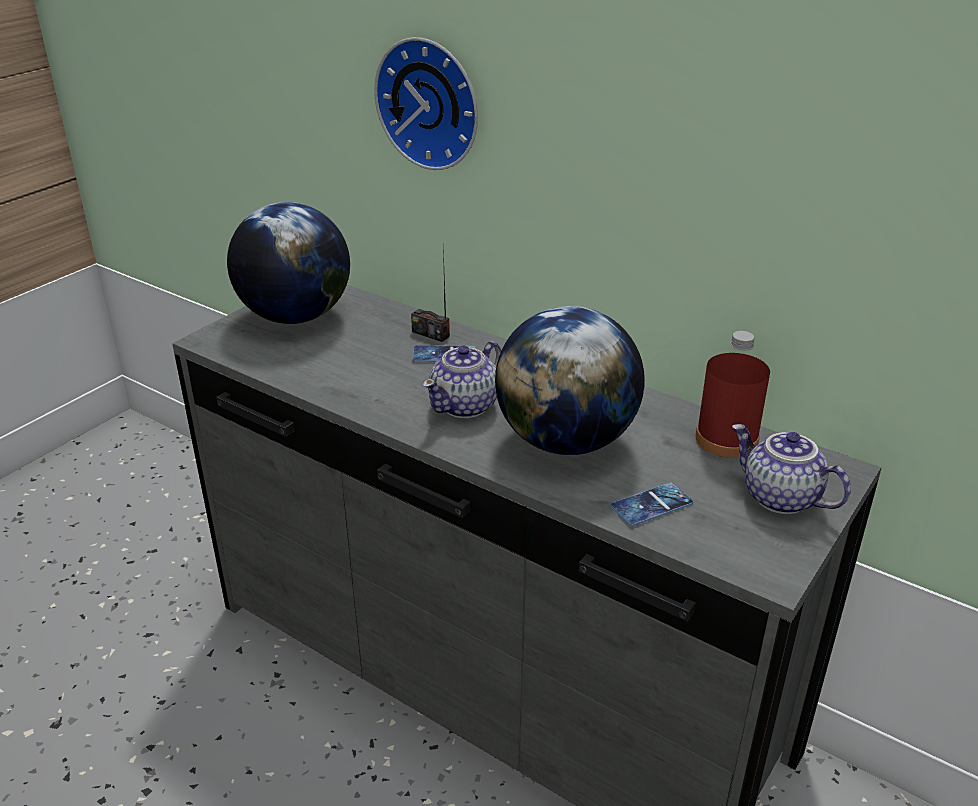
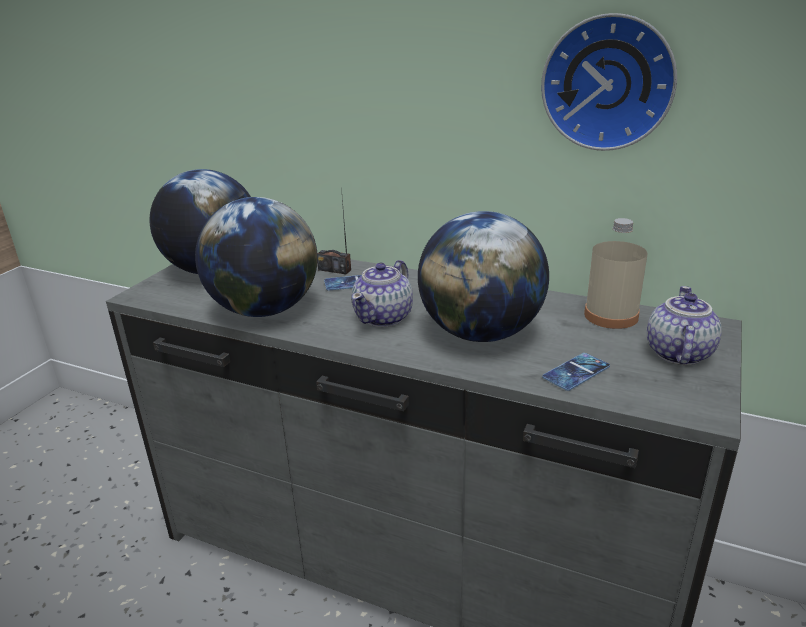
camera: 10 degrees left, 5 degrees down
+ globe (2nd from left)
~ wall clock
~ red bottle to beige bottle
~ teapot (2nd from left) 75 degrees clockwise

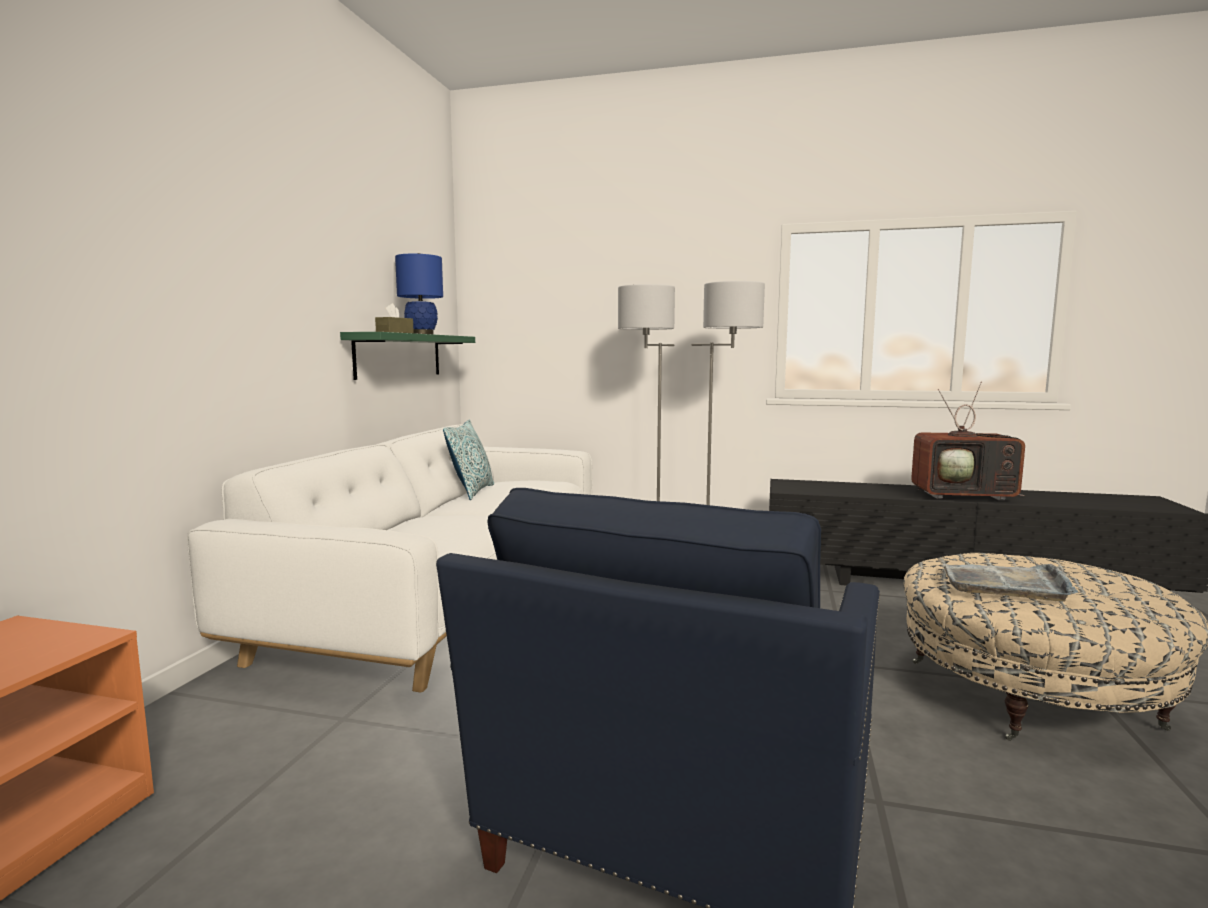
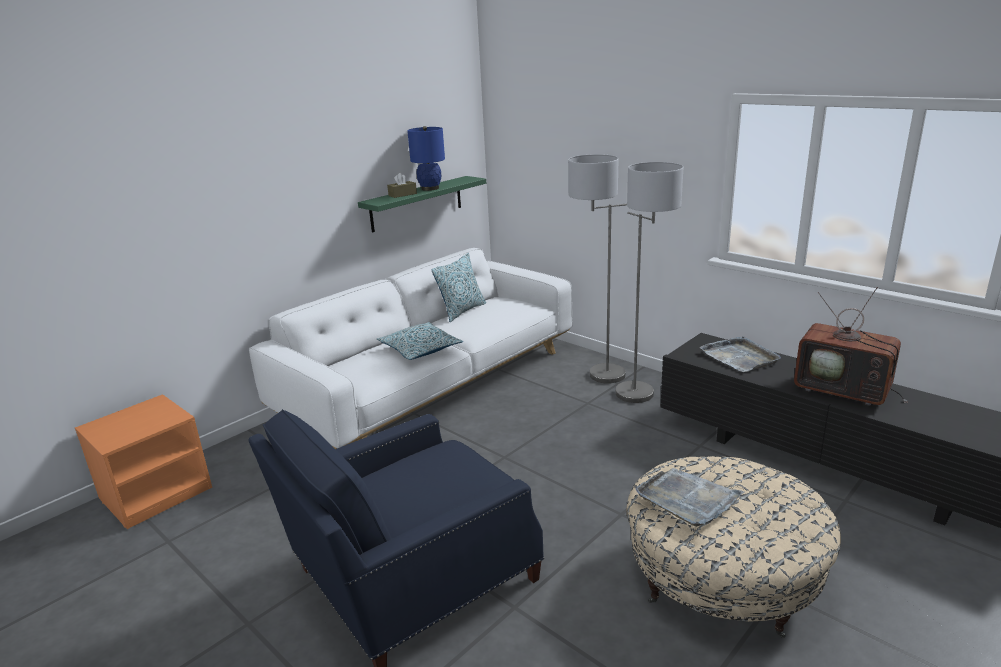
camera: 30 degrees right, 15 degrees up
+ pillow (1st from left)
+ grey tray (2nd from left)

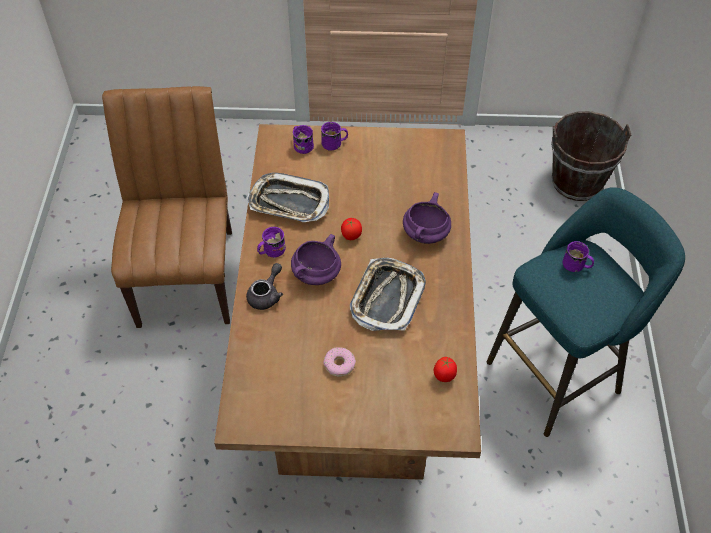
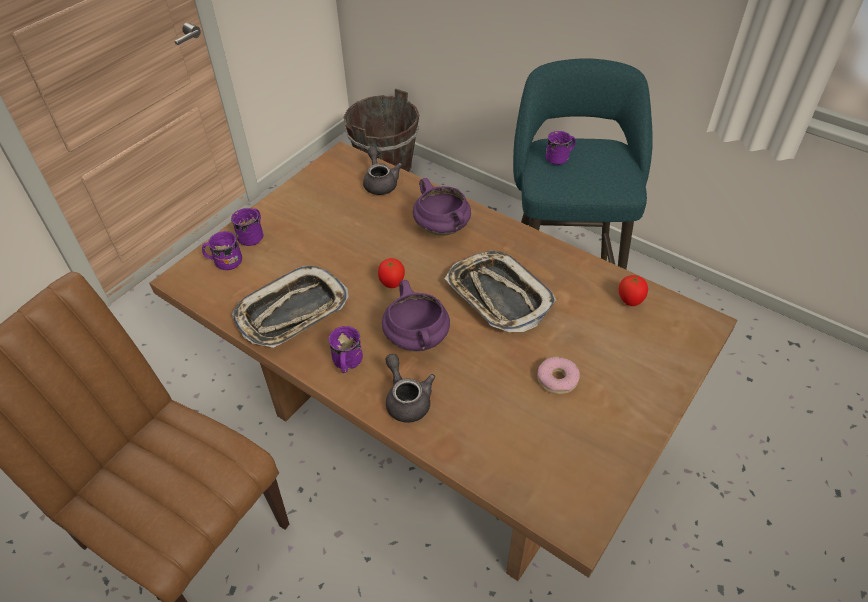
camera: 55 degrees left, 5 degrees down
+ grey teapot (1st from left)

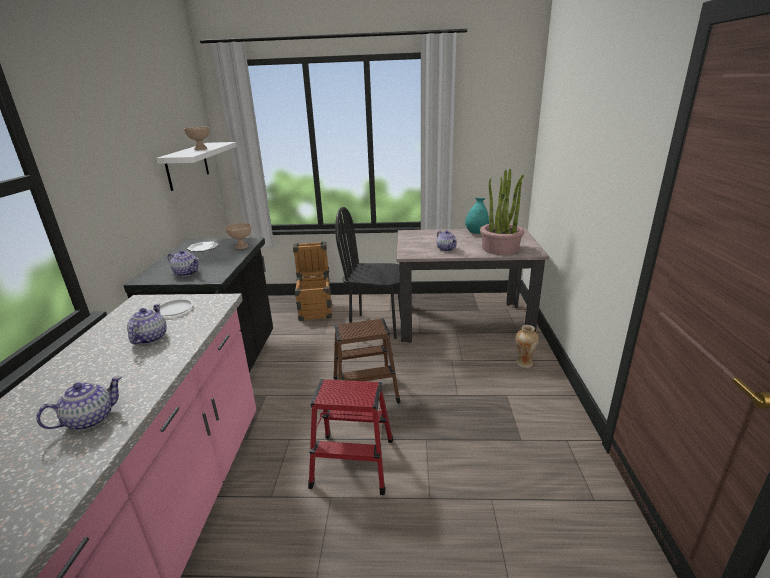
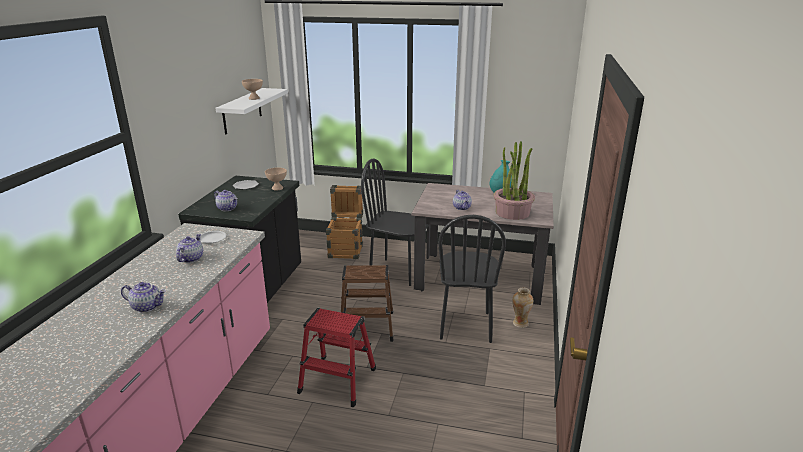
camera: 10 degrees right, 0 degrees up
+ black chair (2nd from left)
~ teapot (1st from left) 45 degrees clockwise

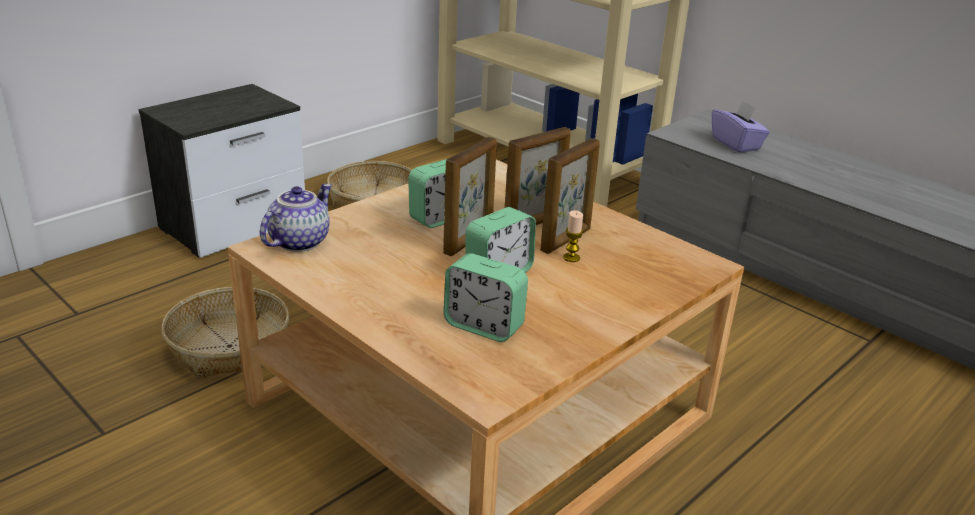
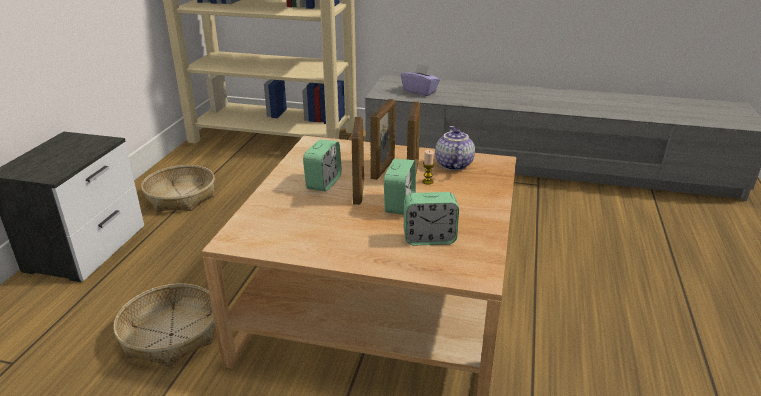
camera: 30 degrees left, 0 degrees up
~ teapot

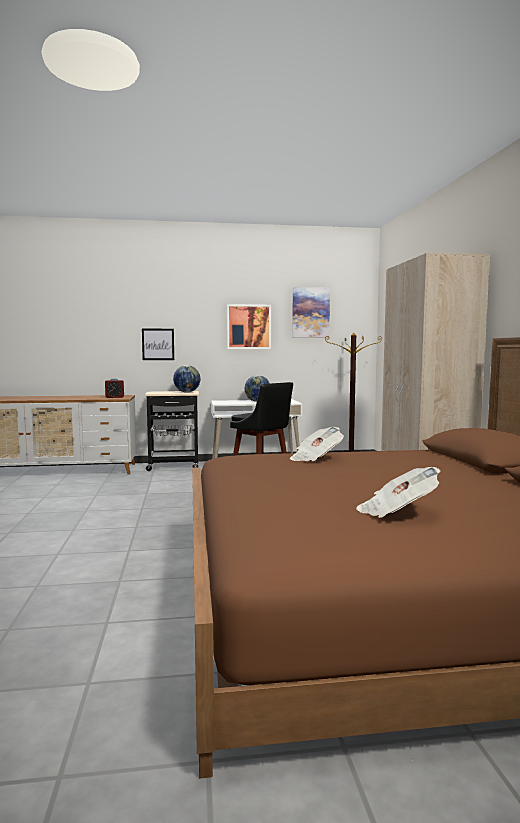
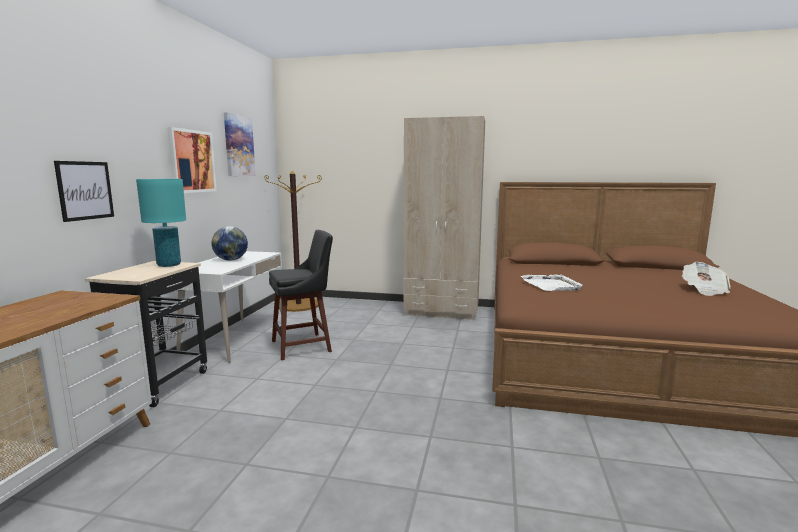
camera: 70 degrees left, 5 degrees up
- alarm clock
~ globe (1st from left) to turquoise table lamp
~ newspaper (1st from left) to white tray

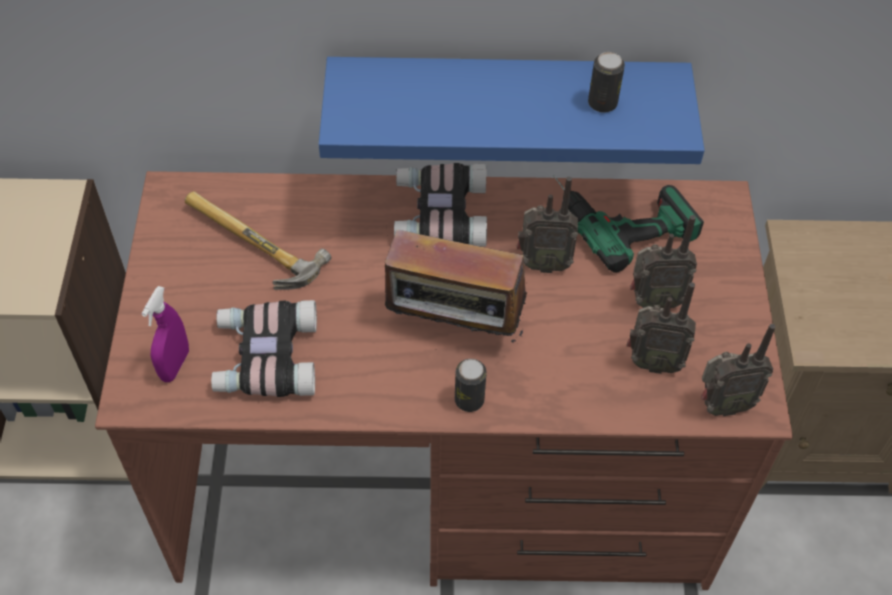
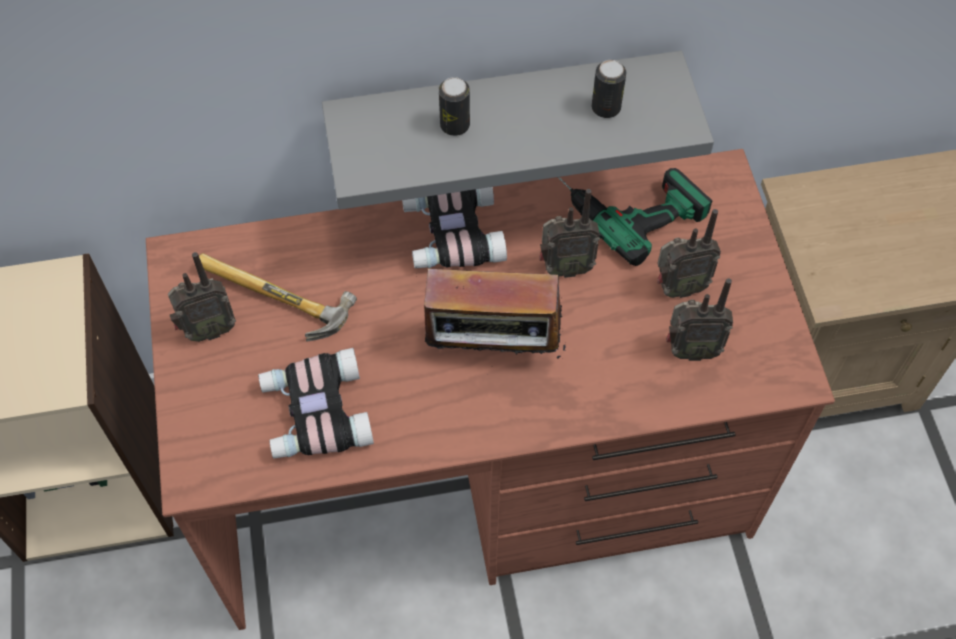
camera: 10 degrees left, 5 degrees up
- purple spray bottle
~ can (1st from left)
~ radio (5th from left in the first image) to radio (1st from left)
~ blue shelf to grey shelf

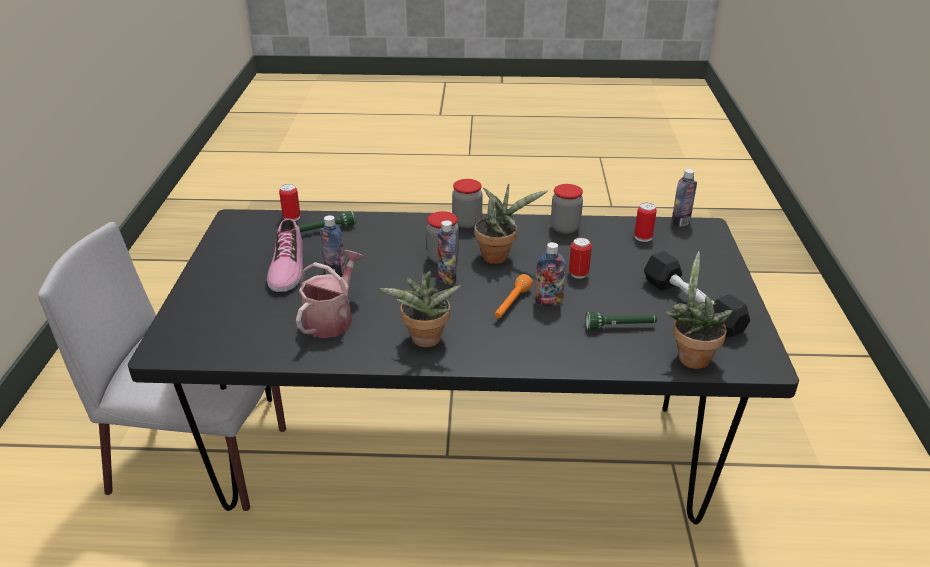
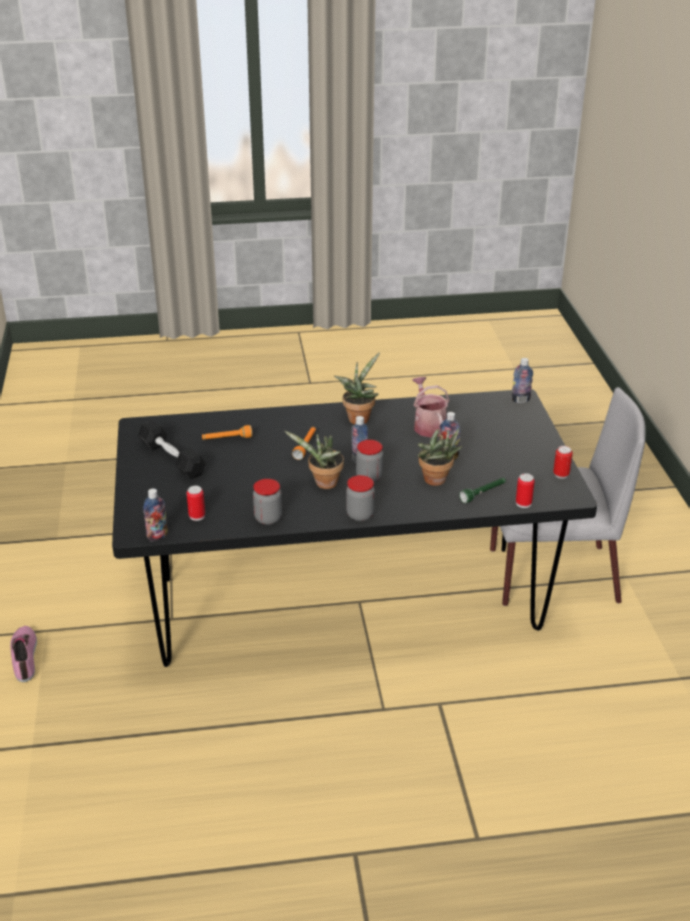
camera: 170 degrees right, 0 degrees up
~ shoe
~ bottle (3rd from left in the first image) to bottle (4th from left)
~ can (2nd from left in the first image) to can (3rd from left)
~ potted plant (3rd from left)
~ green flashlight (2nd from left) to orange flashlight (1st from left)
~ watering can 150 degrees clockwise

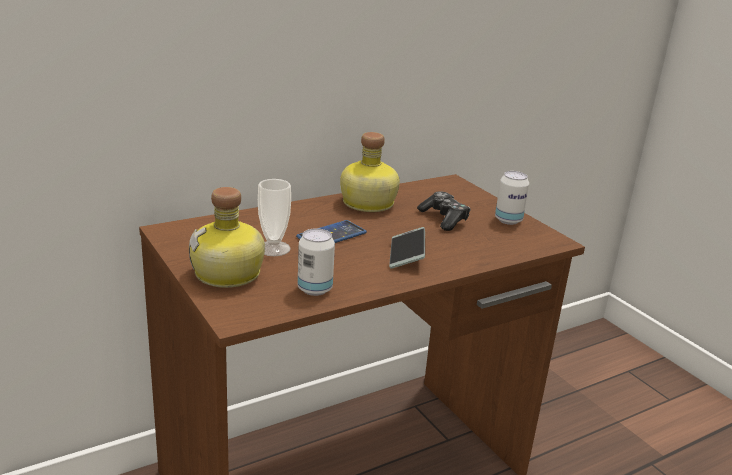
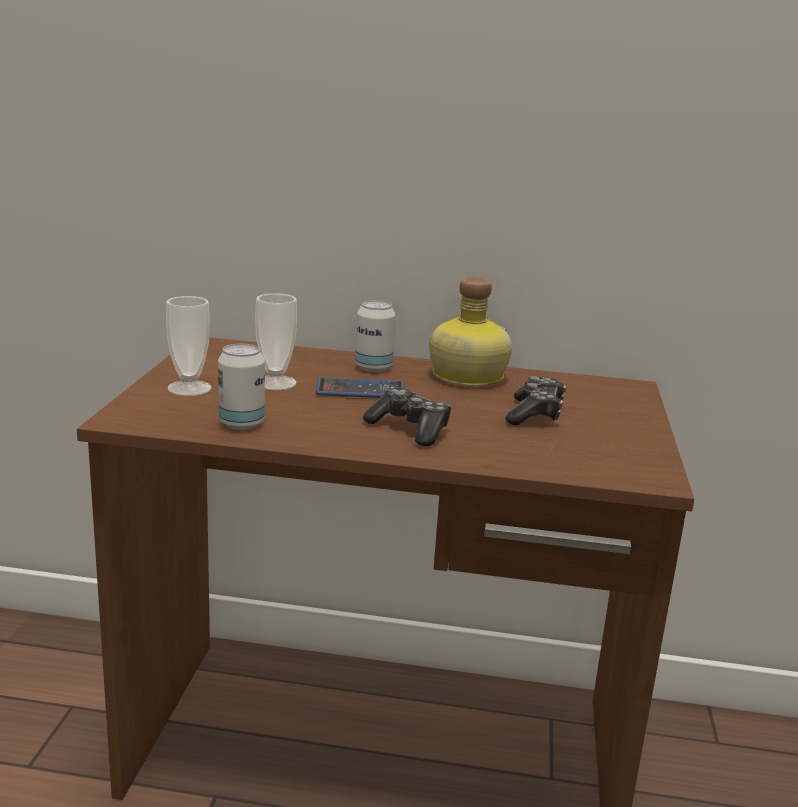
camera: 40 degrees right, 5 degrees down
~ can (2nd from left)
~ bottle (1st from left) to cup (1st from left)
~ phone (2nd from left) to game controller (1st from left)

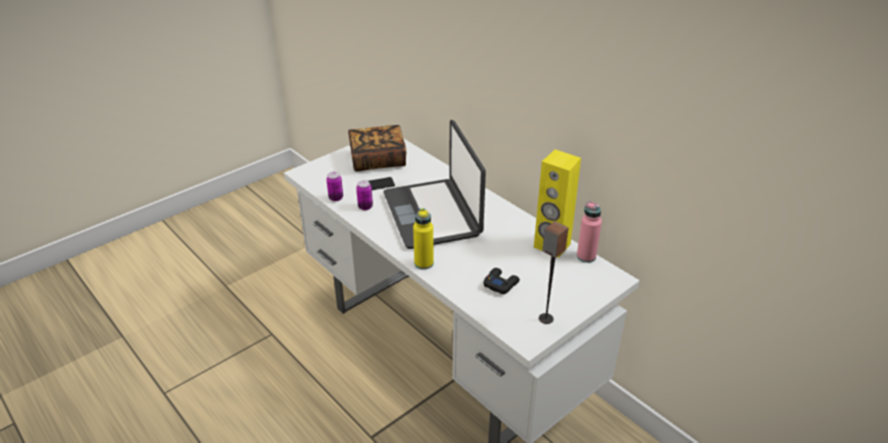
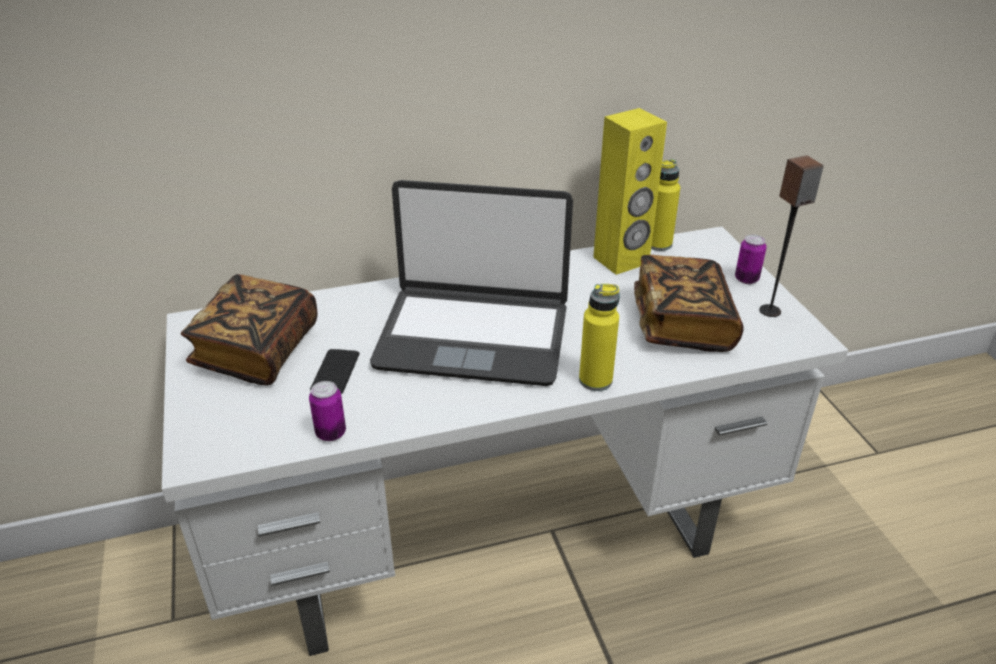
camera: 65 degrees left, 0 degrees up
~ can (2nd from left)
~ black game controller to book (2nd from left)
~ pink bottle to yellow bottle (2nd from left)

